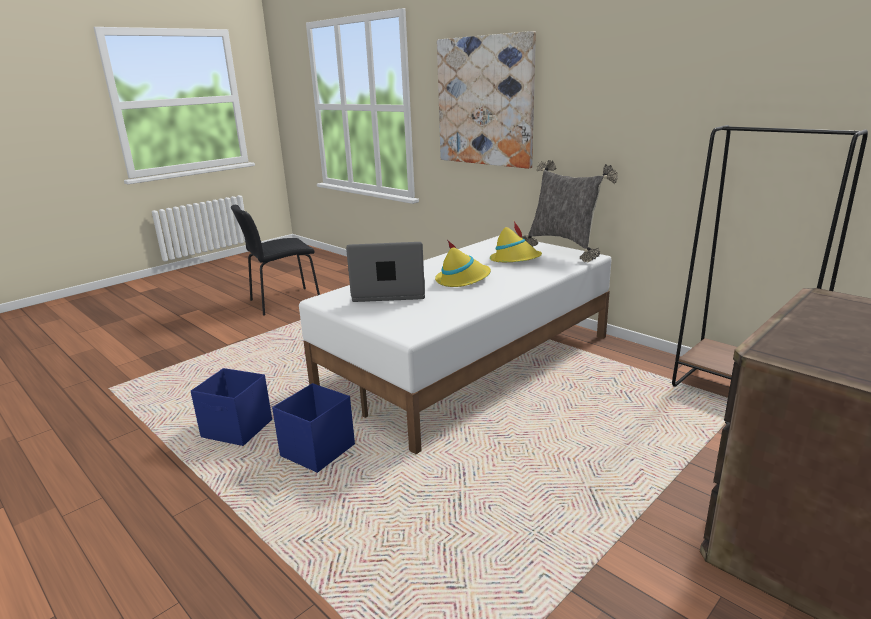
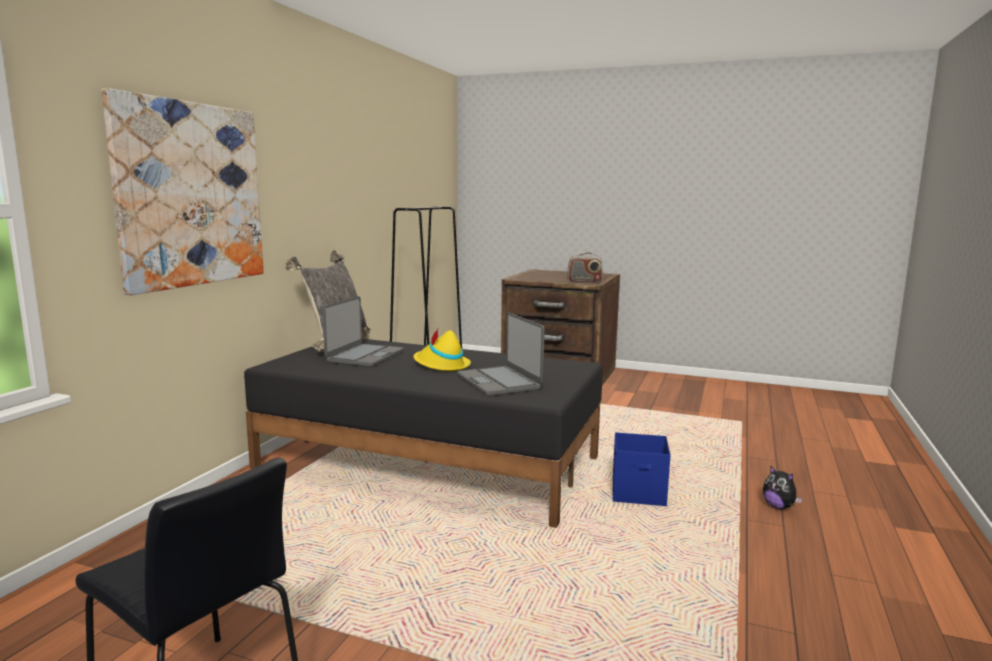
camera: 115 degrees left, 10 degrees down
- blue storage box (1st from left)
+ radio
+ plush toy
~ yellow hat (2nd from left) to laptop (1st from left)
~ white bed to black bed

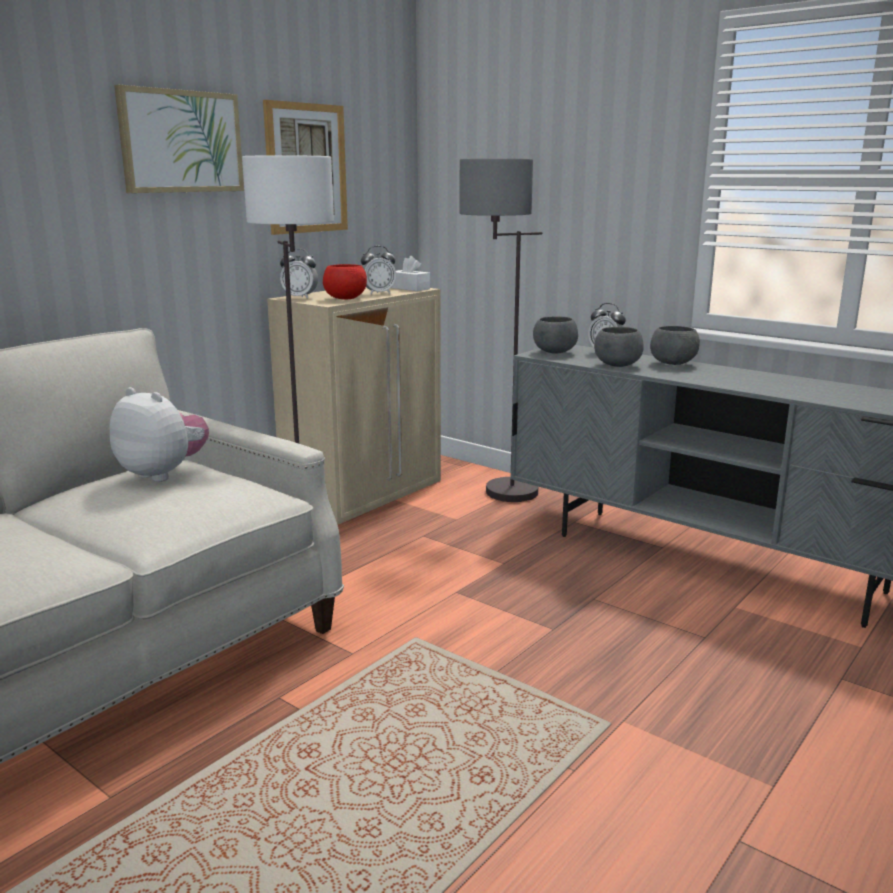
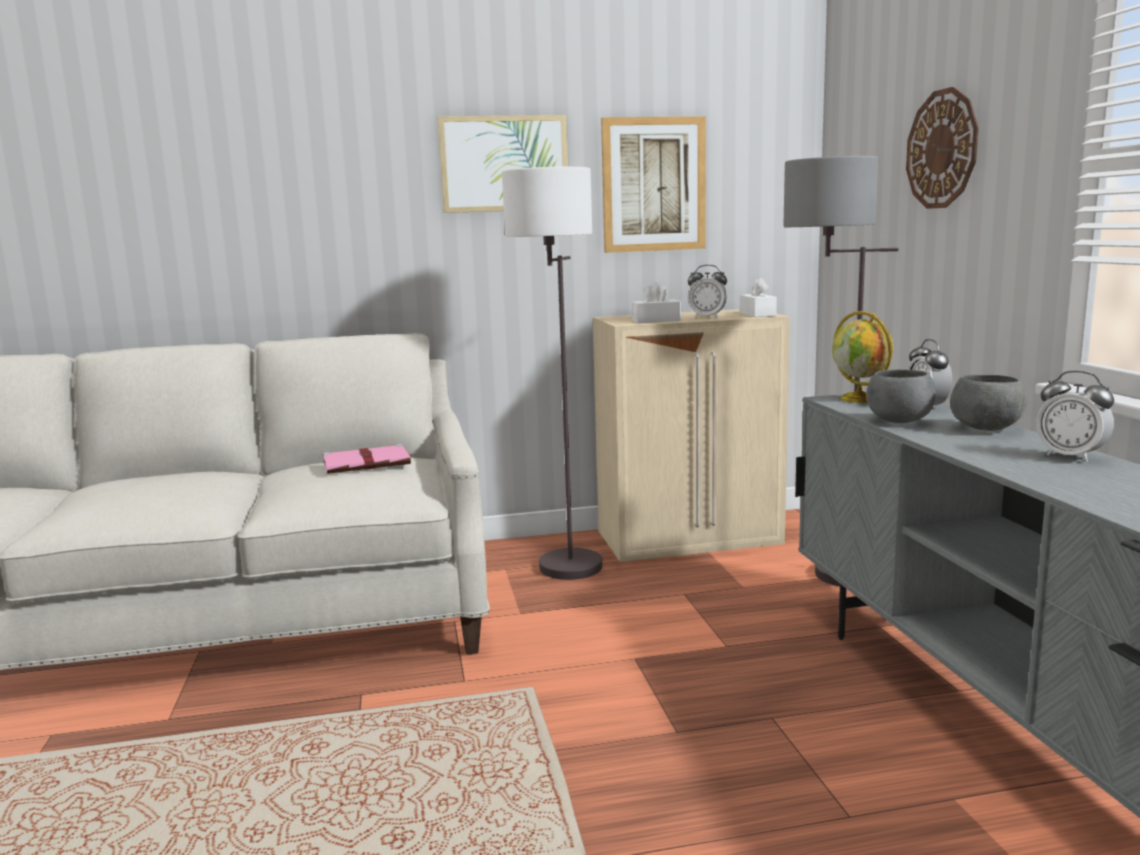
camera: 40 degrees right, 5 degrees down
+ wall clock
~ alarm clock (1st from left in the first image) to alarm clock (3rd from left)
~ plush toy to pink book
~ red bowl to white tissue box (1st from left)
~ grey bowl (1st from left) to globe

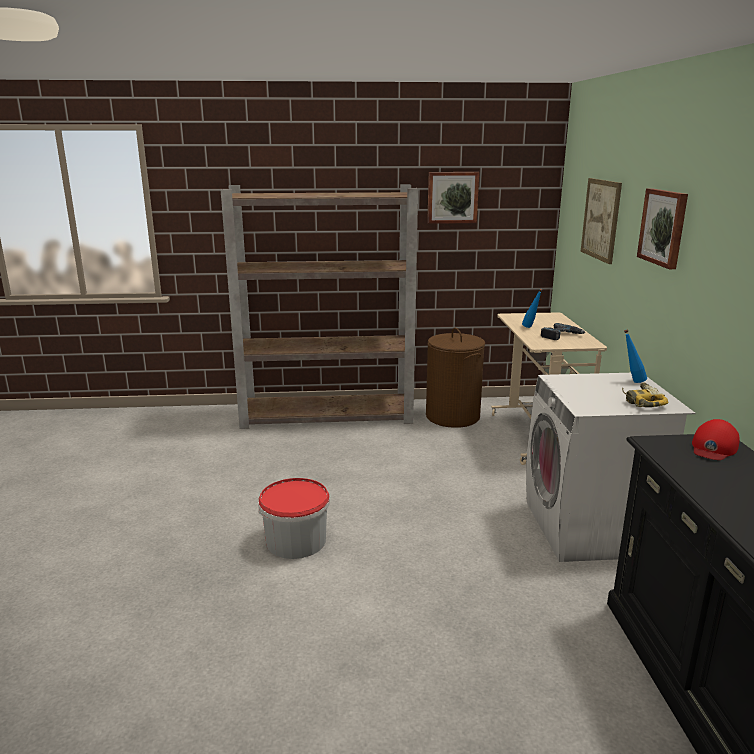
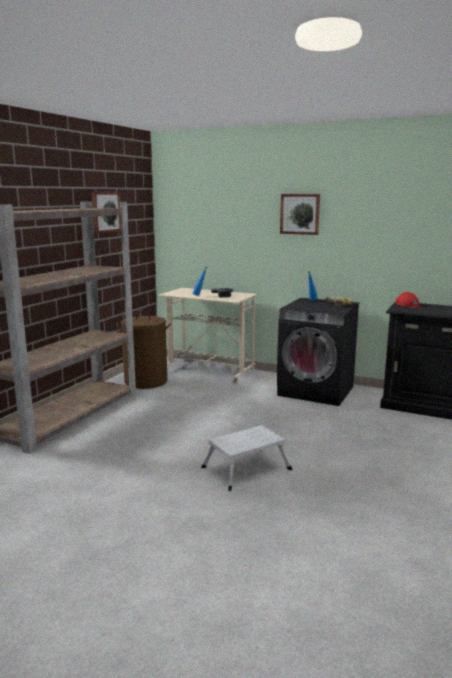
camera: 60 degrees left, 5 degrees down
- picture (2nd from left)
~ bucket to white step ladder
~ white washing machine to black washing machine

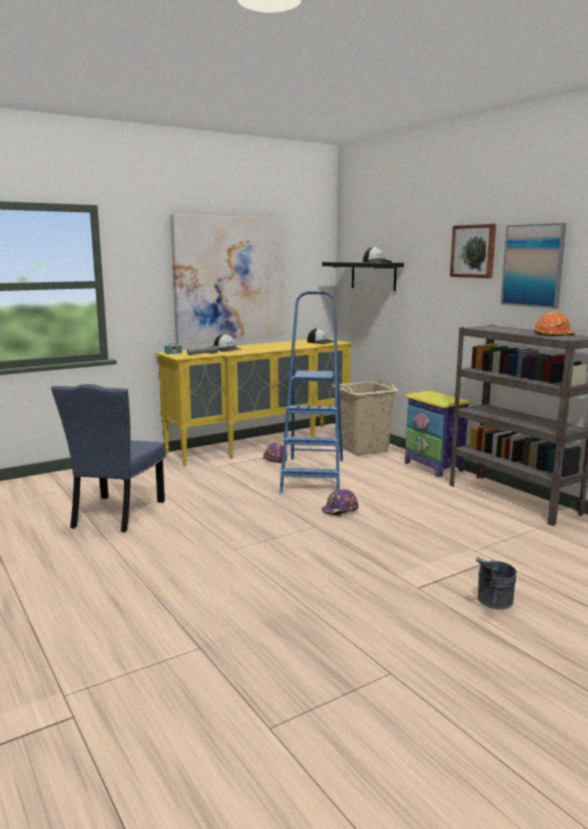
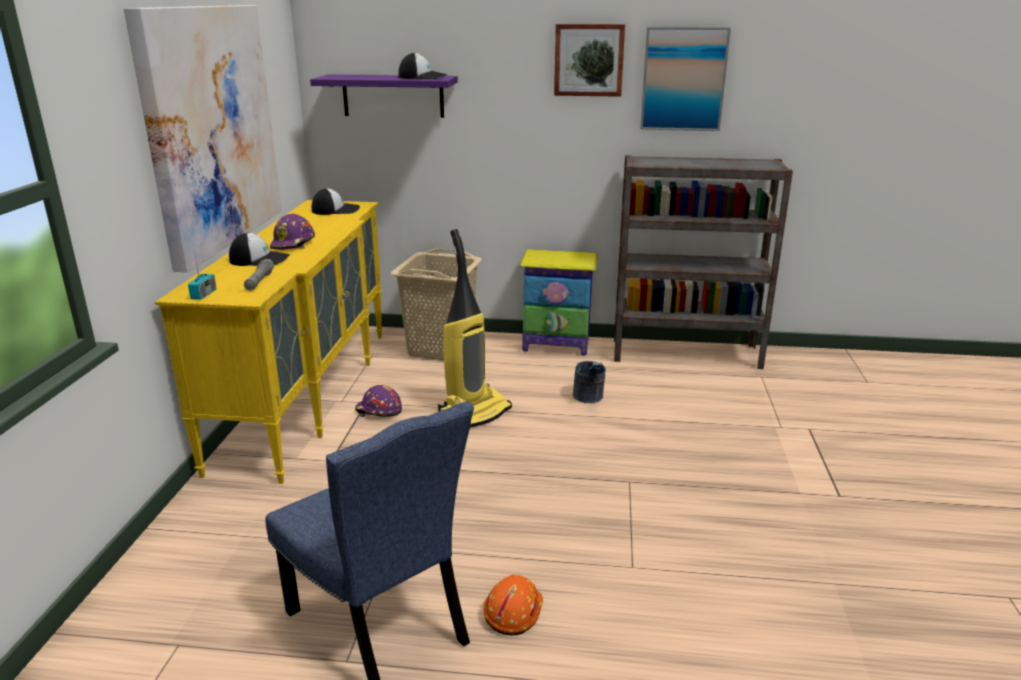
camera: 50 degrees left, 10 degrees up
~ purple hard hat (2nd from left in the first image) to purple hard hat (1st from left)
~ grey bucket
~ orange hard hat
~ blue step ladder to vacuum cleaner
~ black shelf to purple shelf

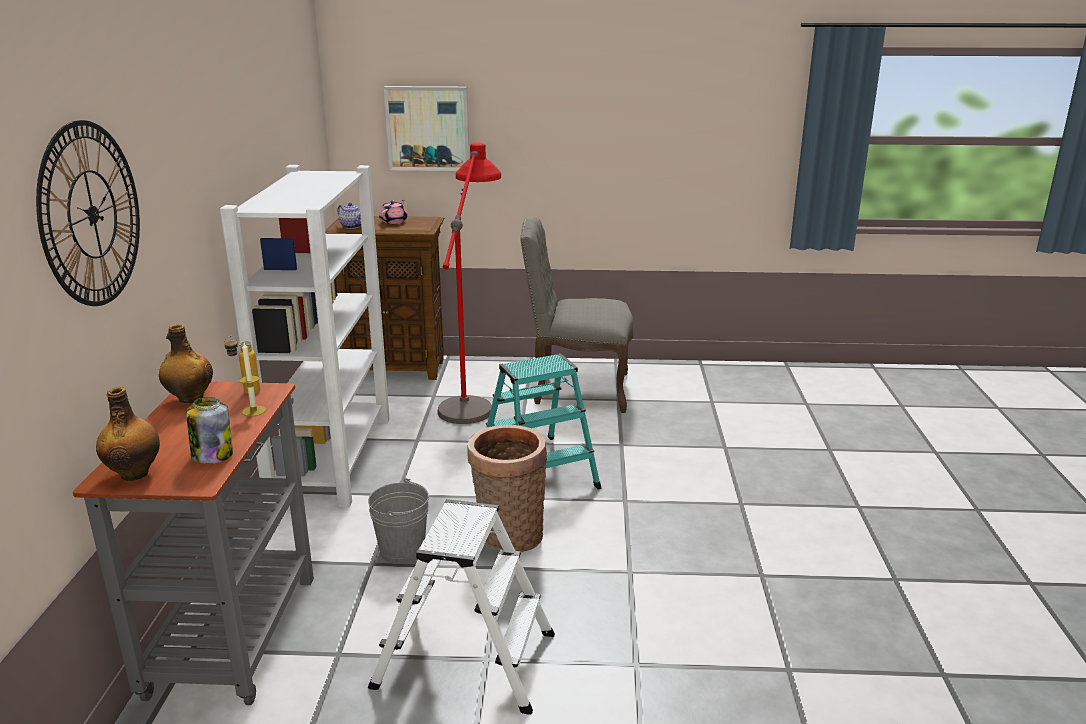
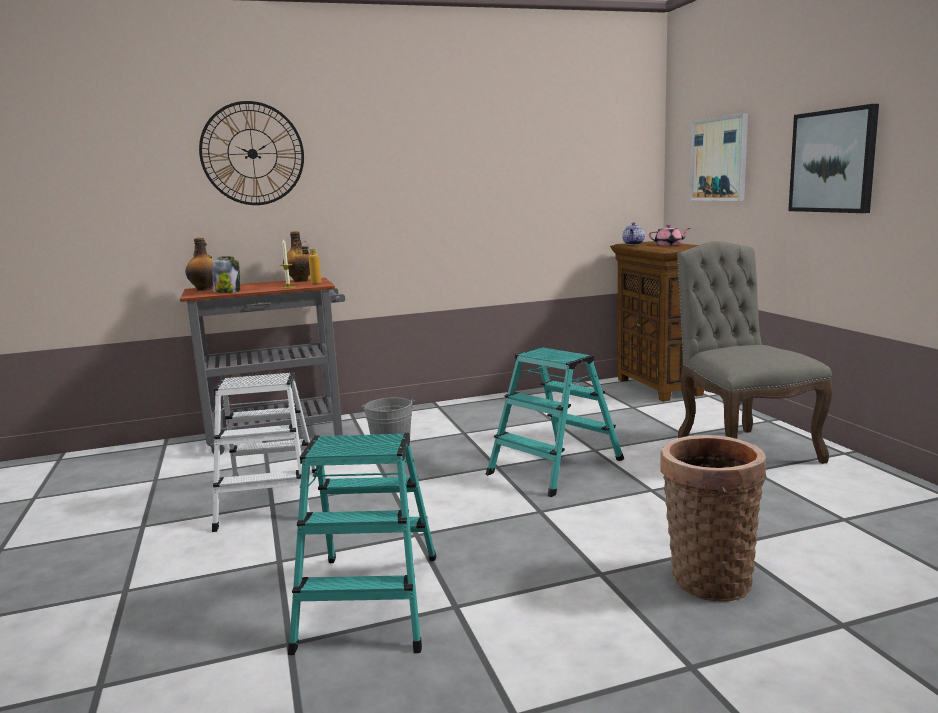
camera: 70 degrees right, 10 degrees down
- white bookcase
- red floor lamp
+ turquoise step ladder (1st from left)
+ picture (2nd from left)
~ basket

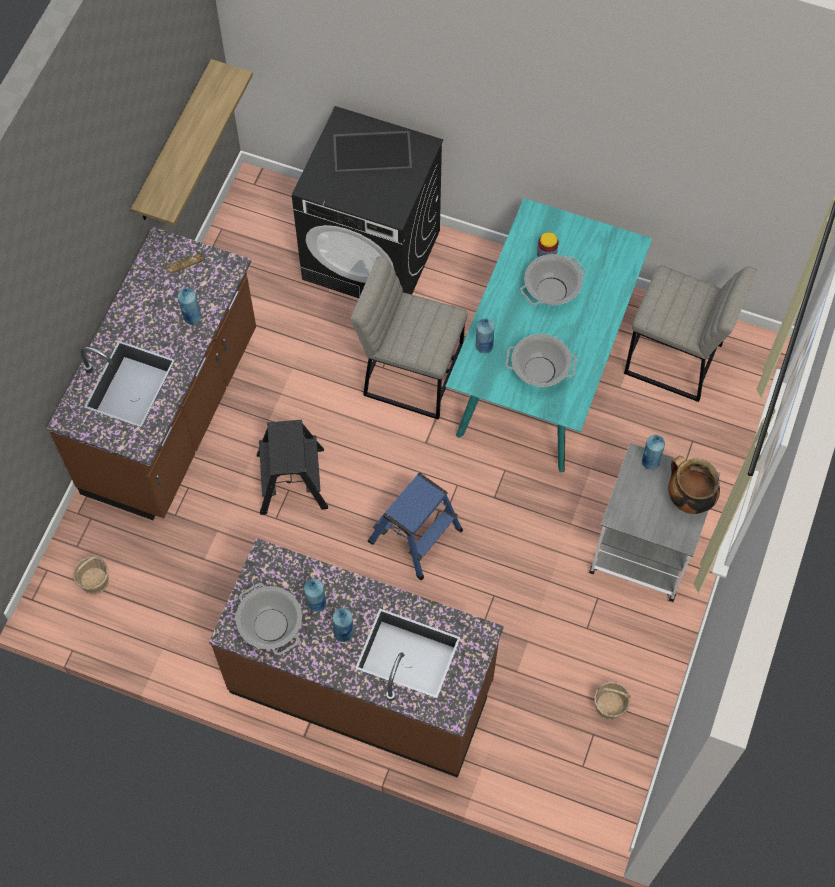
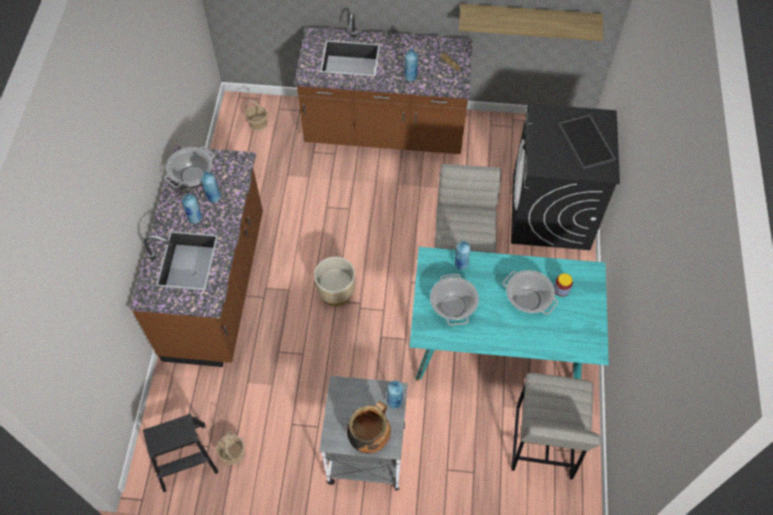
camera: 75 degrees right, 5 degrees down
~ black step ladder
~ blue step ladder to beige planter

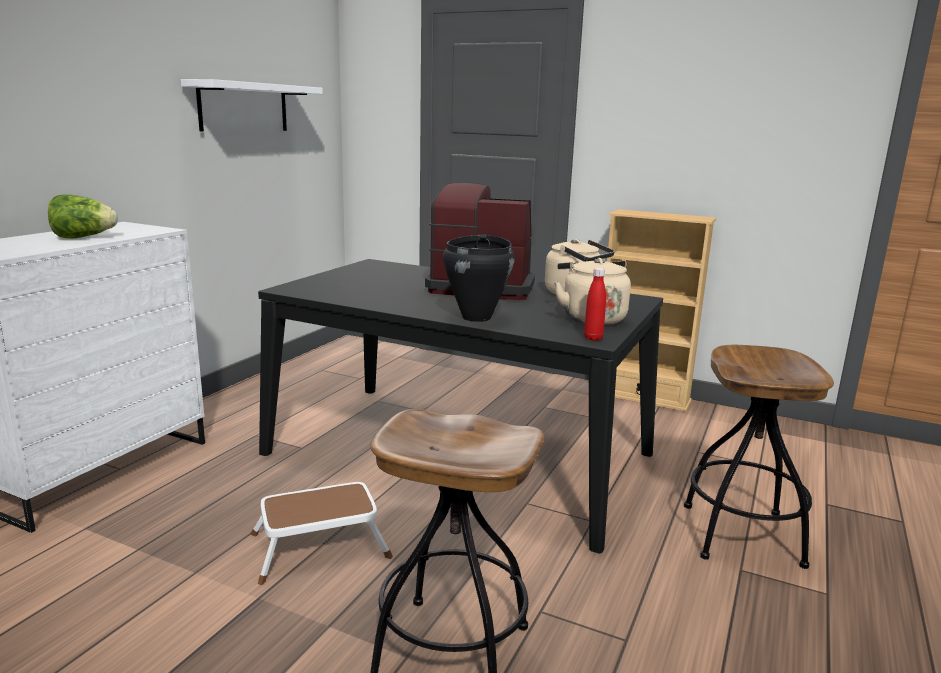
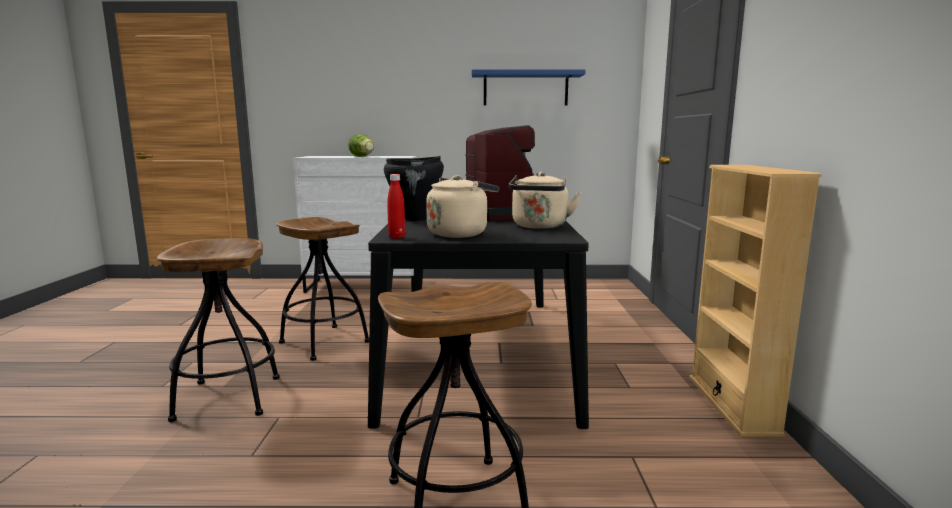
camera: 65 degrees right, 5 degrees down
~ brown step ladder to brown stool (2nd from left)
~ white shelf to blue shelf

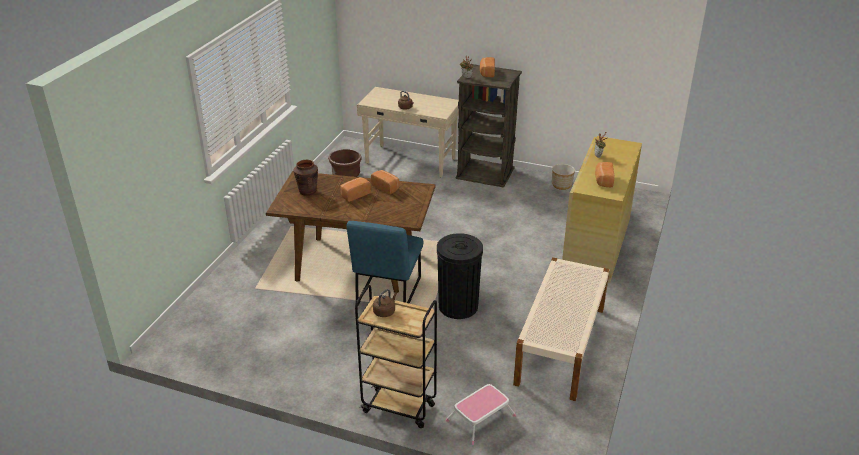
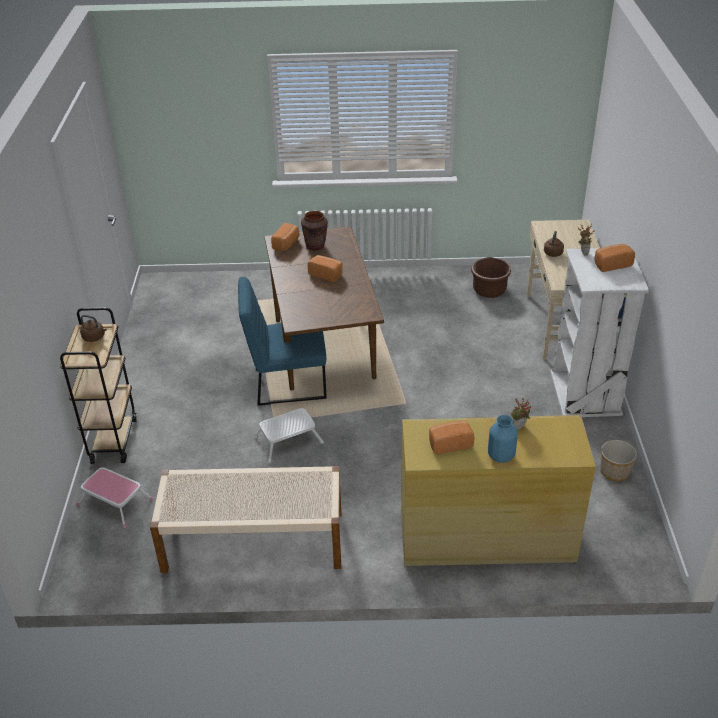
camera: 70 degrees right, 5 degrees up
+ blue vase
~ bread (2nd from left in the first image) to bread (1st from left)
~ black trash can to white step ladder
~ brown bookcase to white bookcase

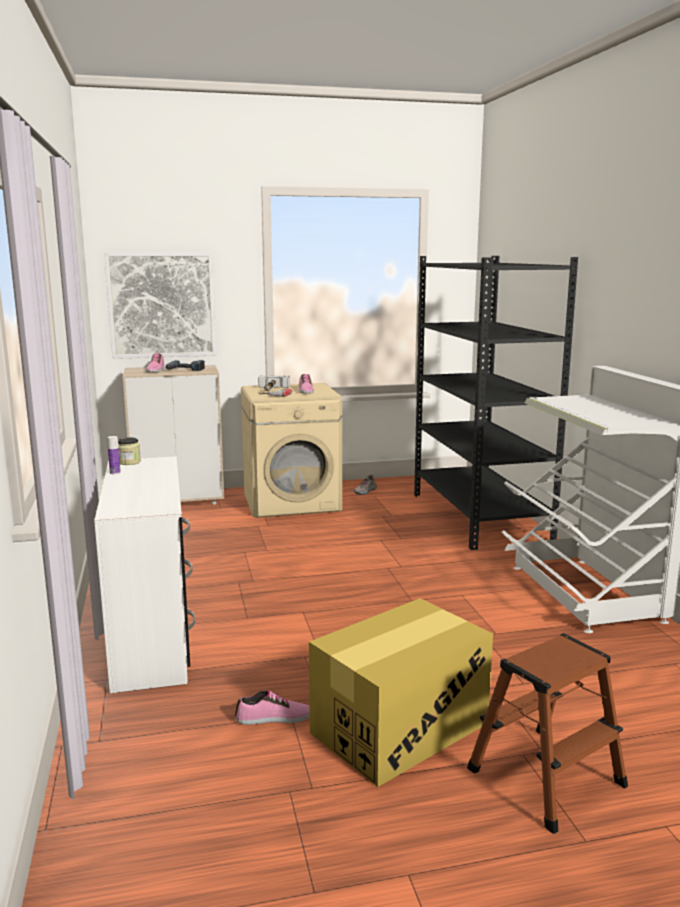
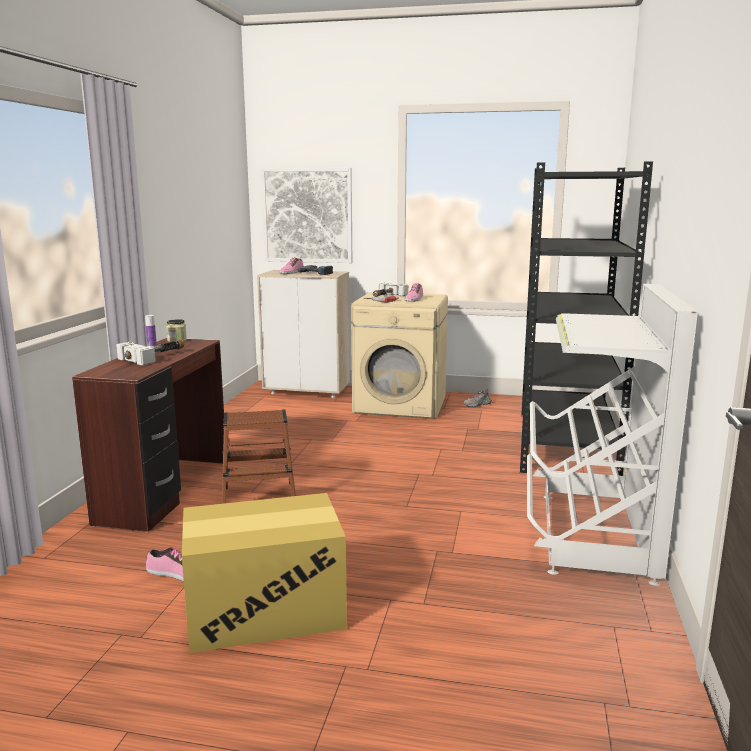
camera: 25 degrees right, 0 degrees up
+ hammer (1st from left)
~ brown step ladder
~ white desk to brown desk

